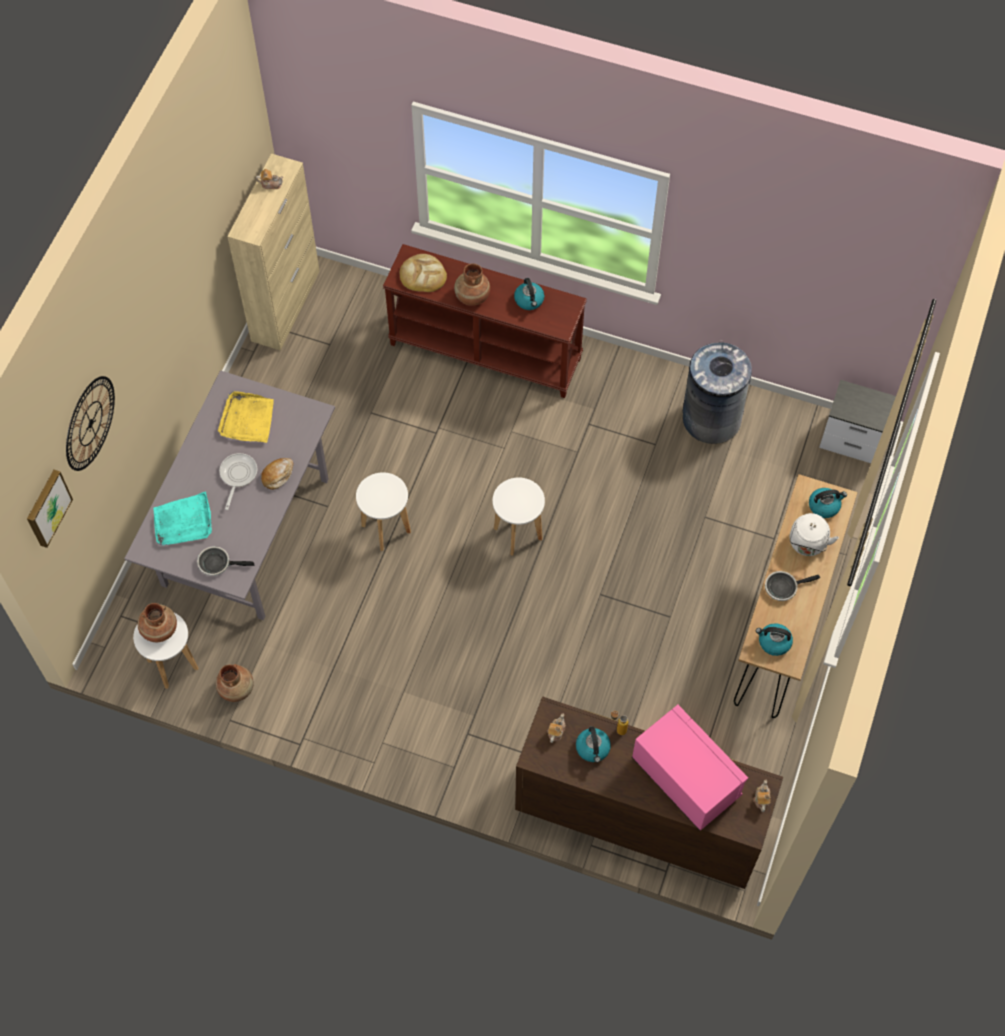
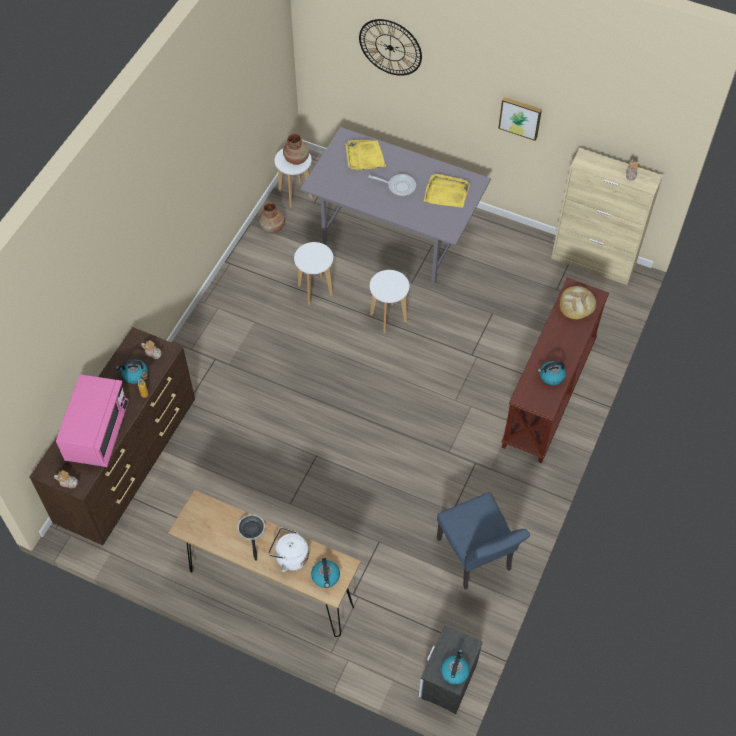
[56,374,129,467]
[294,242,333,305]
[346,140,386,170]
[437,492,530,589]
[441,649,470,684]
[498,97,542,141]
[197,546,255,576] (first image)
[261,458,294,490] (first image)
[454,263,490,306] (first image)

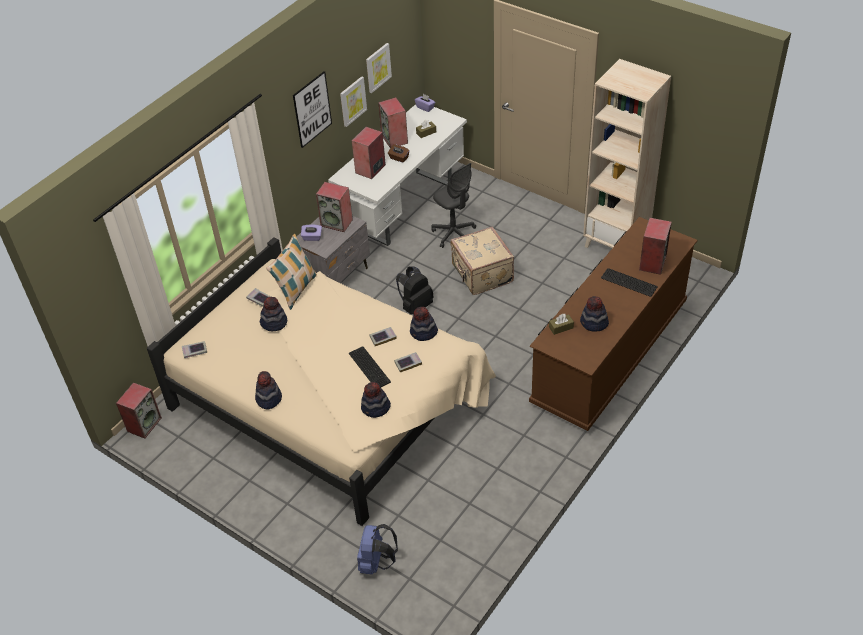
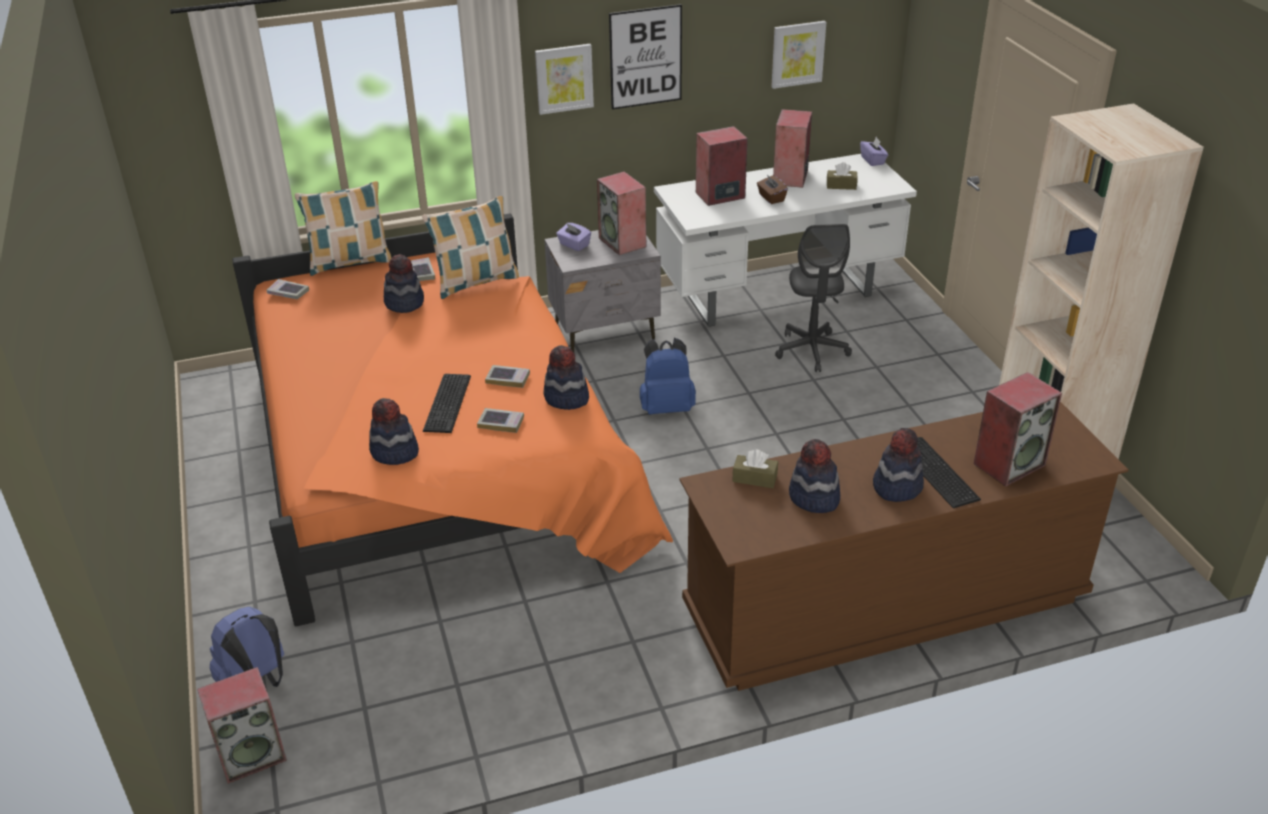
[197,667,287,784]
[232,213,673,626]
[295,181,391,276]
[535,44,594,115]
[640,337,696,414]
[873,428,924,502]
[451,227,514,295] (first image)

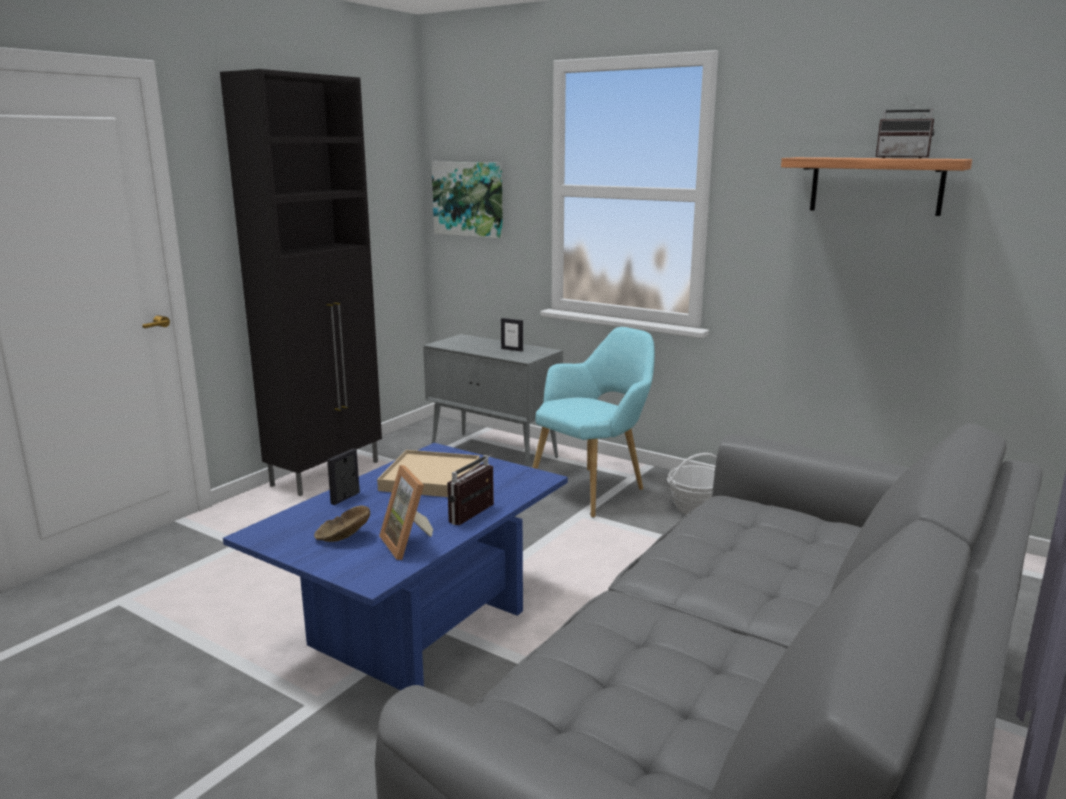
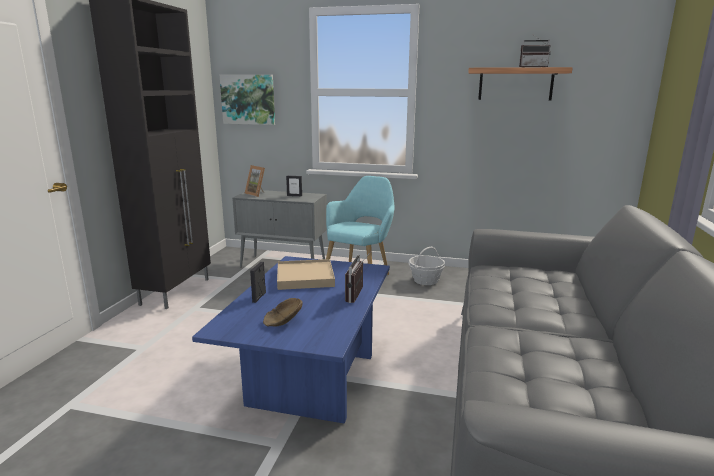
[245,165,265,197]

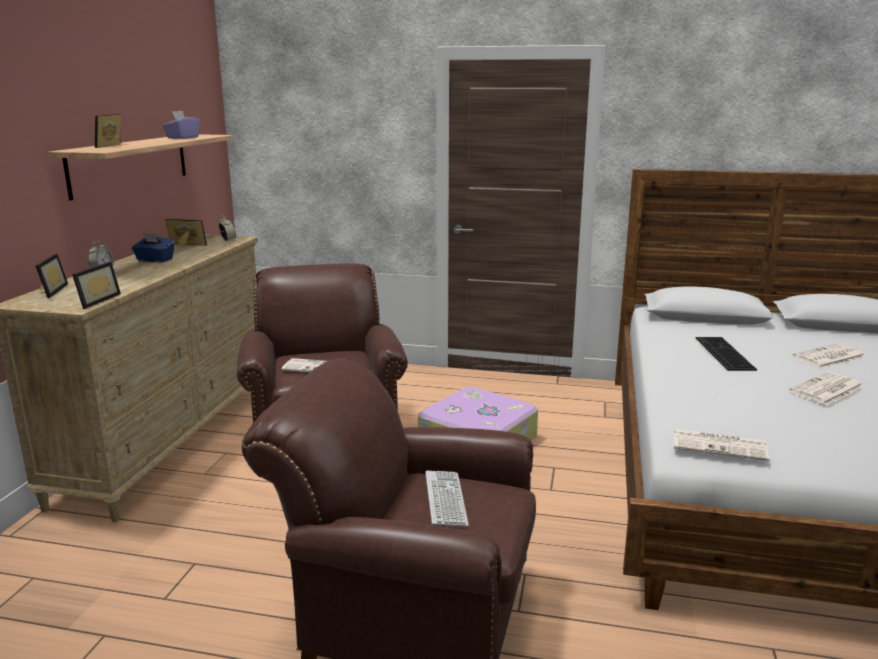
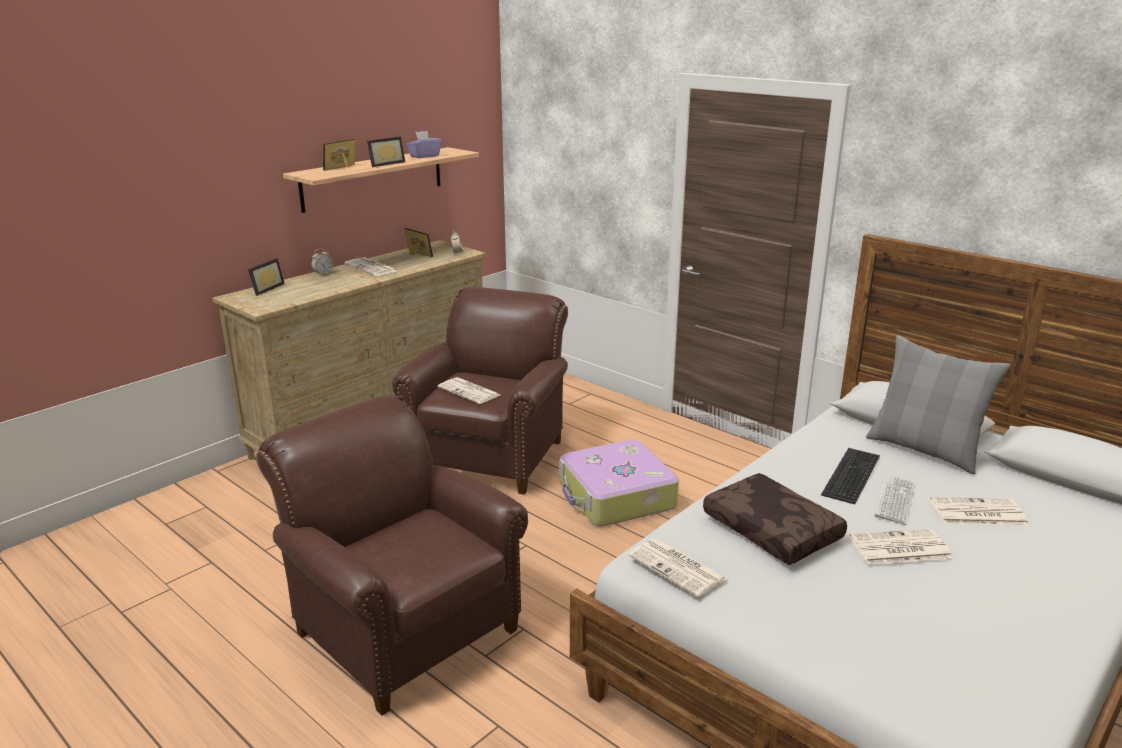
[345,257,398,276]
[367,136,405,167]
[703,473,847,565]
[866,335,1011,474]
[875,474,915,525]

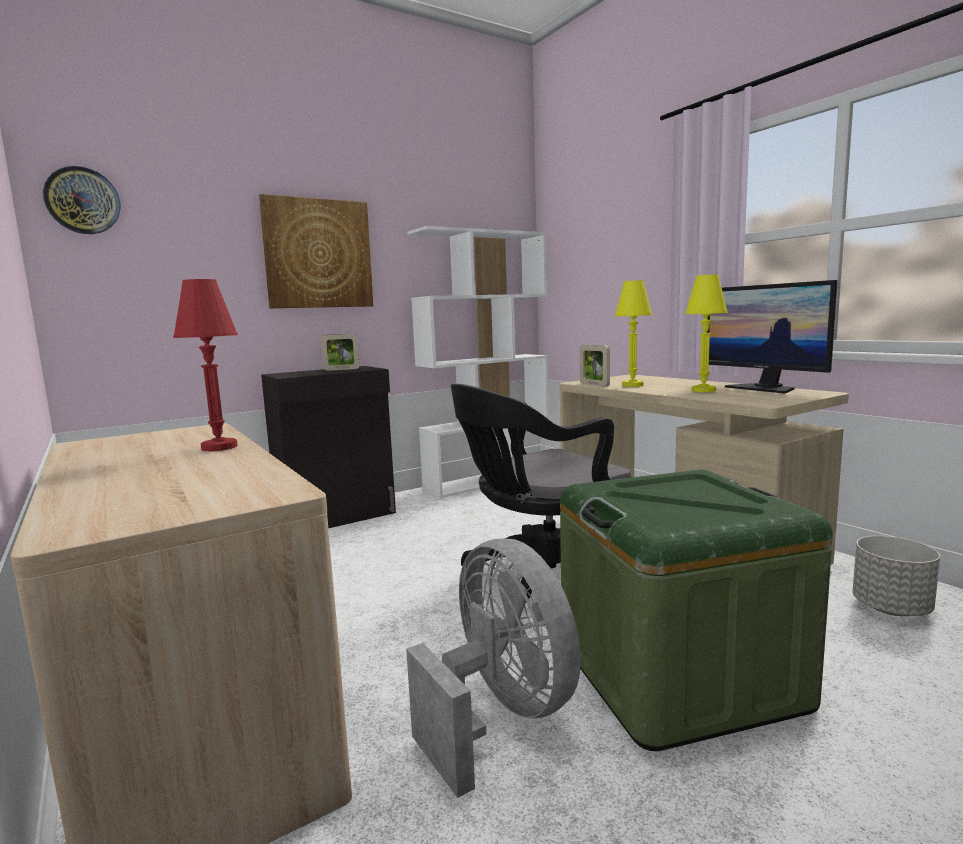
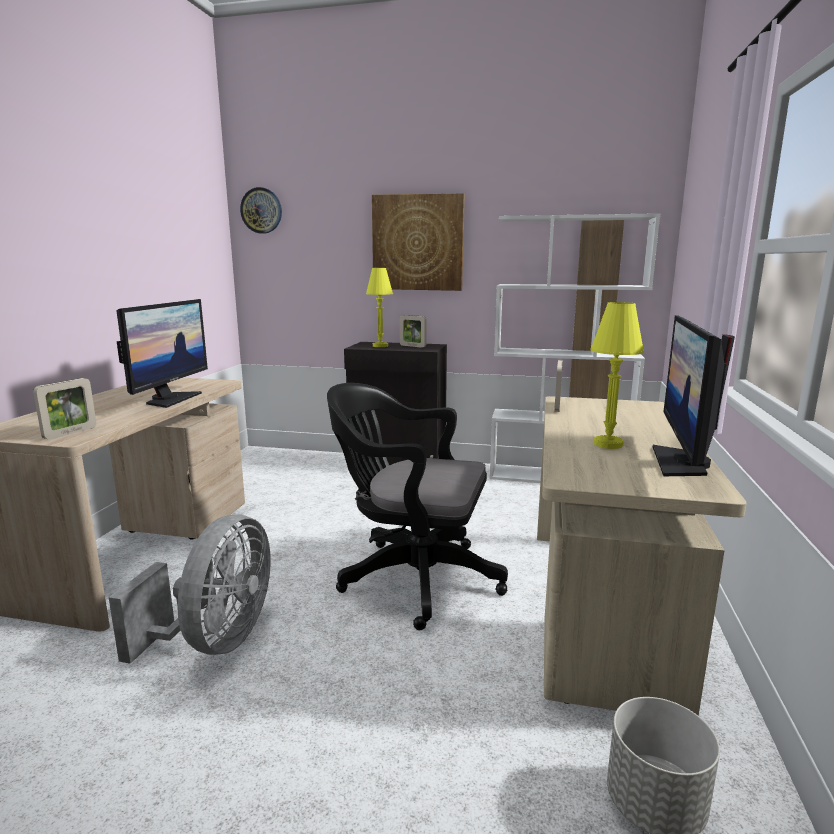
[33,378,96,439]
[116,299,208,408]
[366,268,393,347]
[560,469,833,751] (first image)

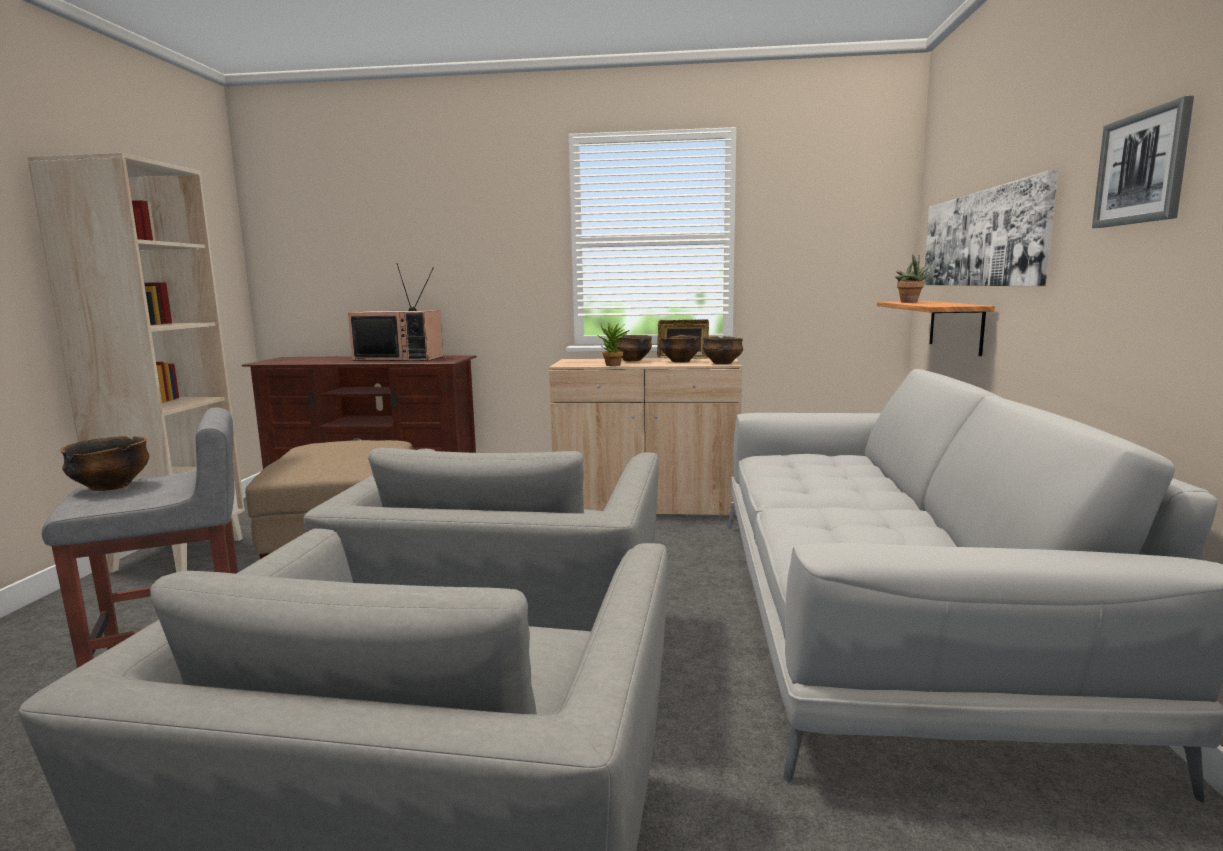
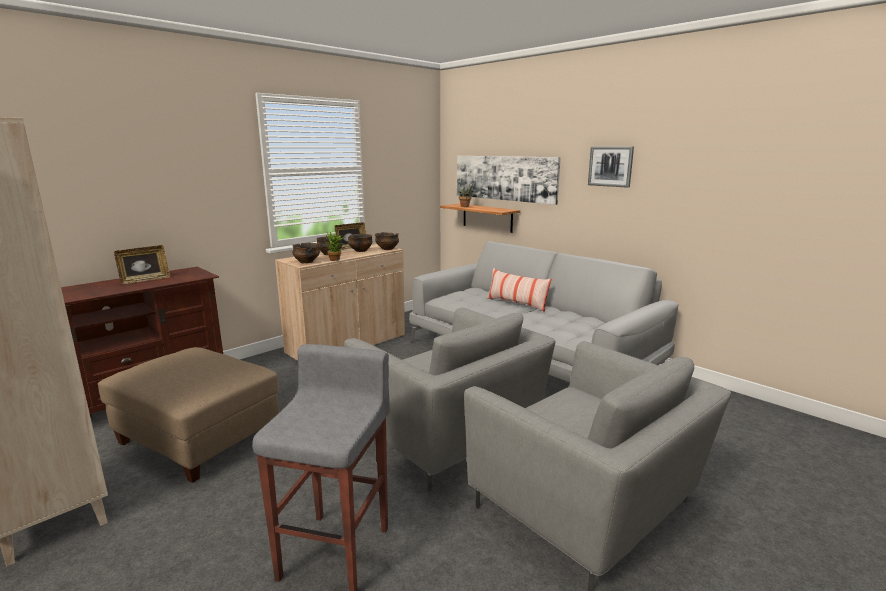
[114,245,170,284]
[292,243,320,263]
[487,268,552,312]

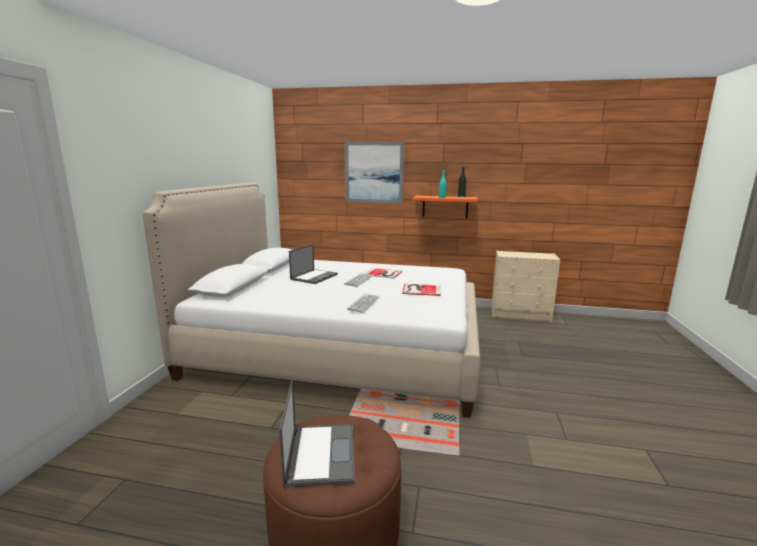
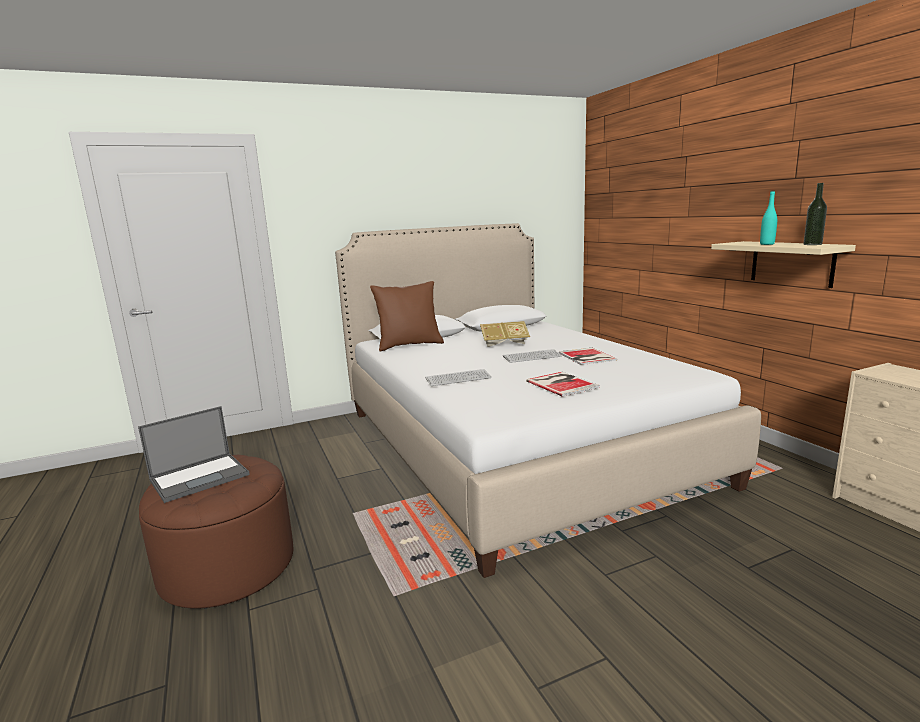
[370,281,444,351]
[480,321,530,347]
[711,241,856,288]
[345,142,404,204] (first image)

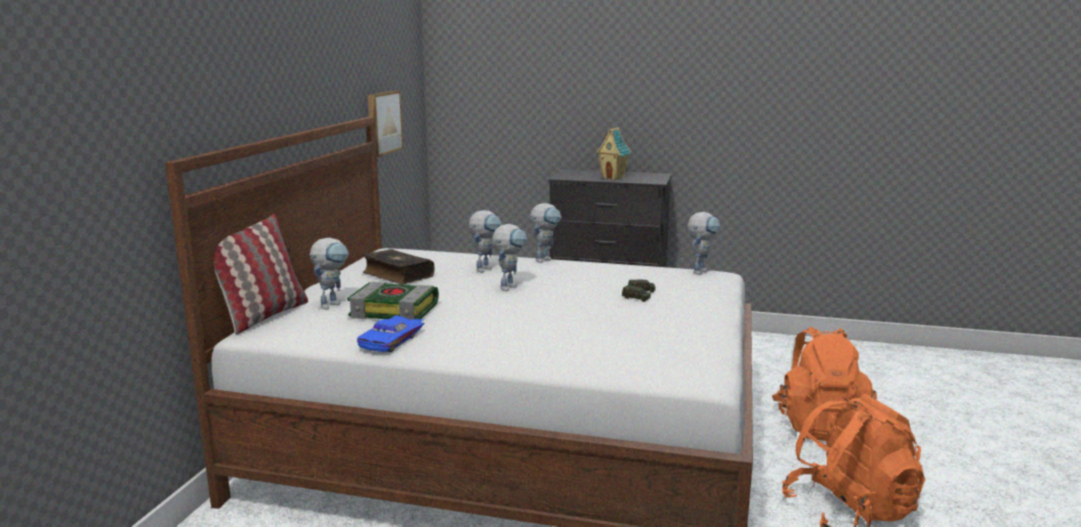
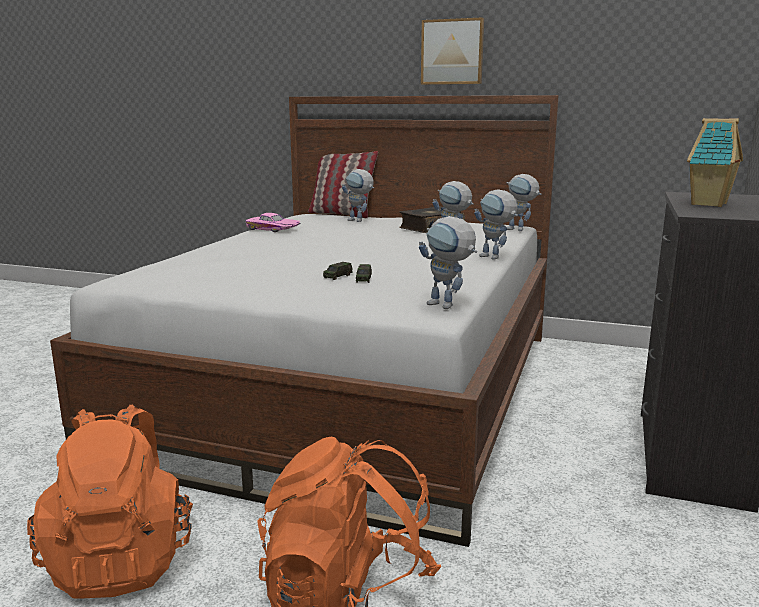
[246,213,300,232]
[421,17,484,85]
[504,174,541,231]
[347,282,439,320] (first image)

